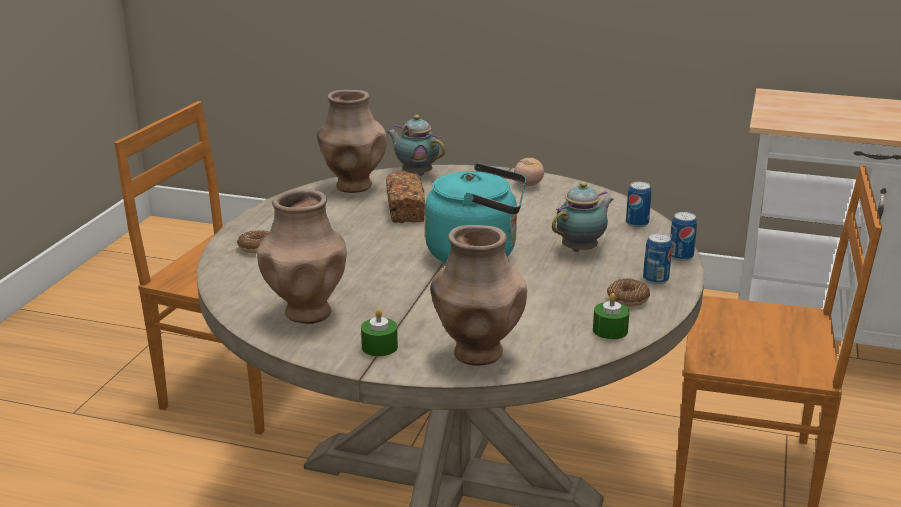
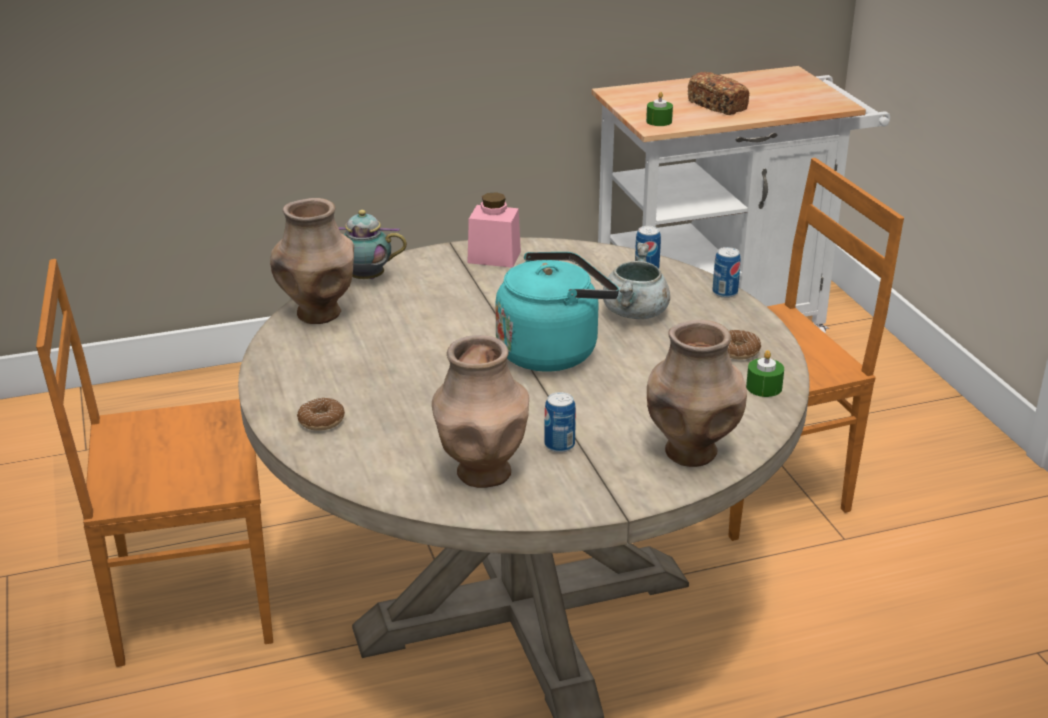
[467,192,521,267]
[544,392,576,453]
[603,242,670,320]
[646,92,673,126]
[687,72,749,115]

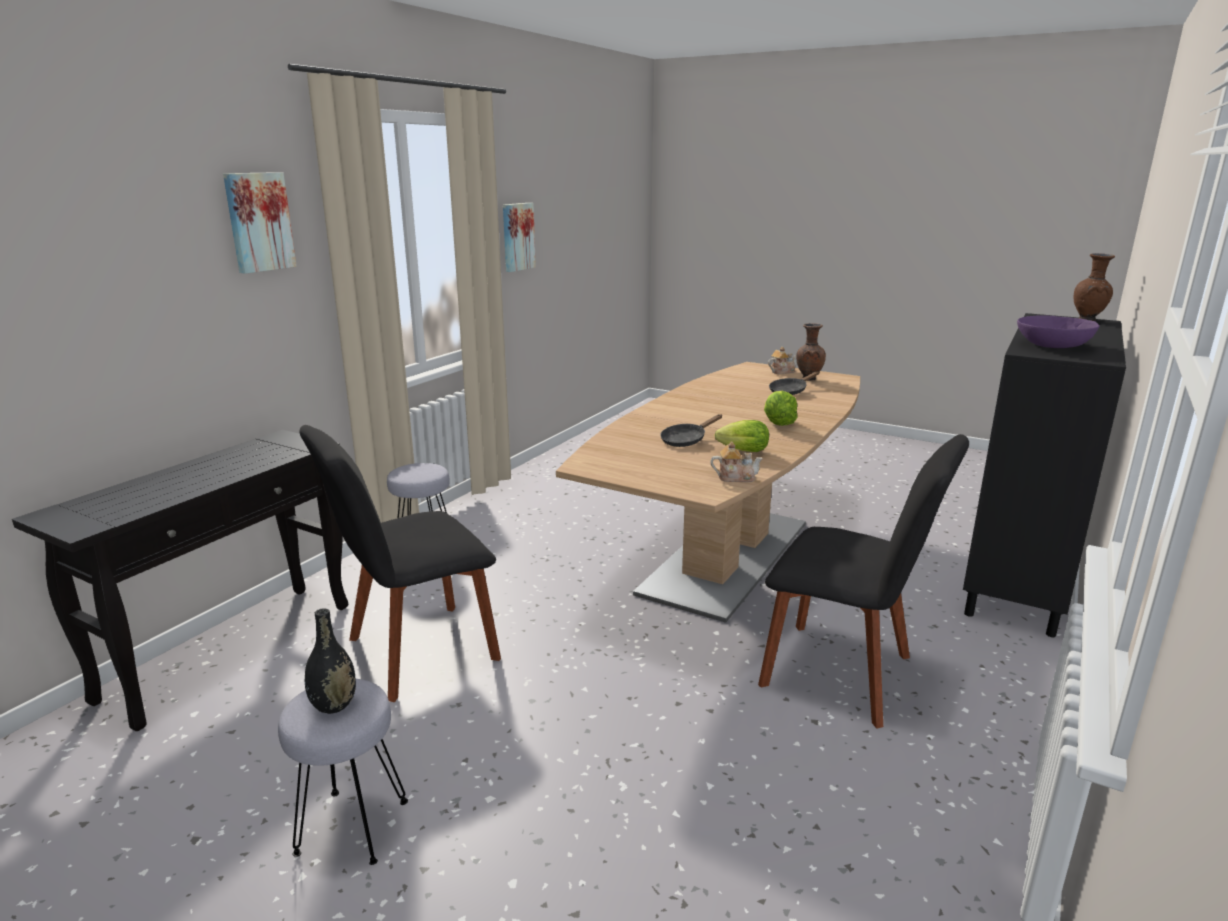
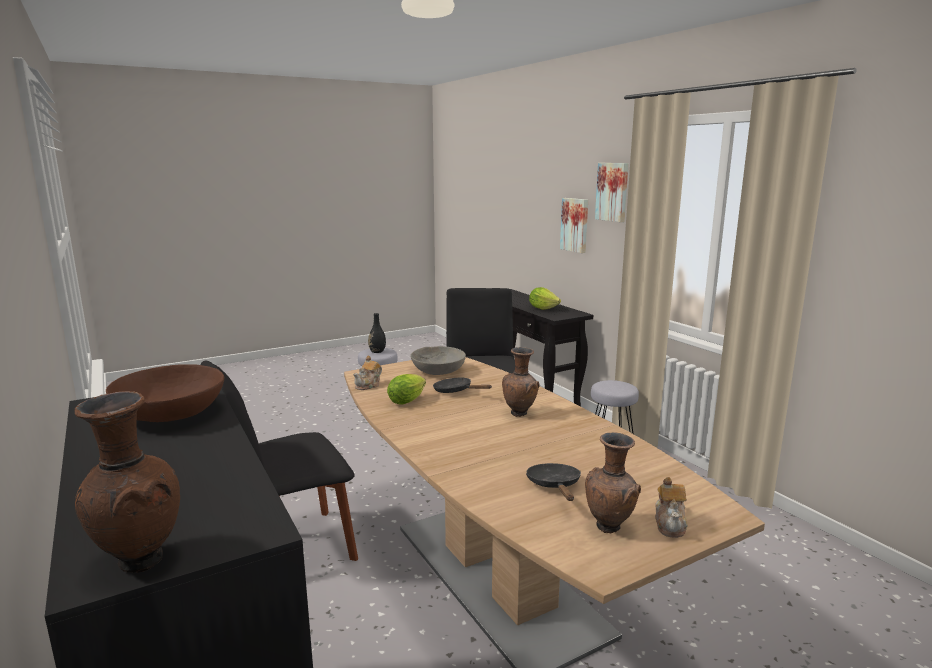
[106,364,224,422]
[410,346,466,375]
[433,377,492,393]
[502,347,539,417]
[529,287,561,310]
[560,198,588,253]

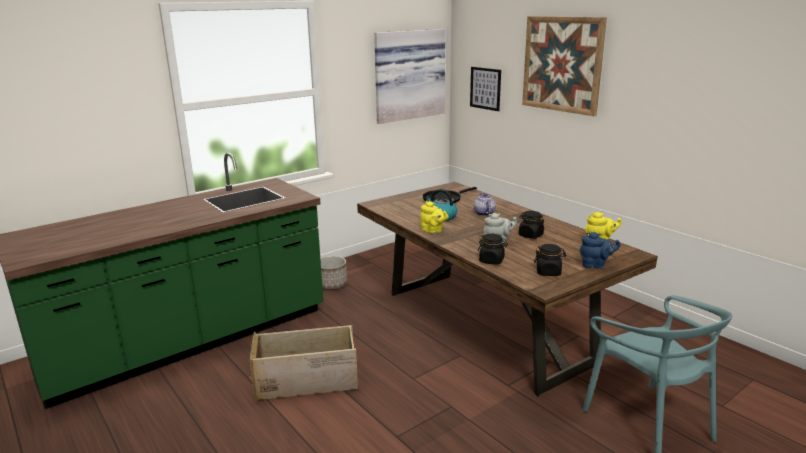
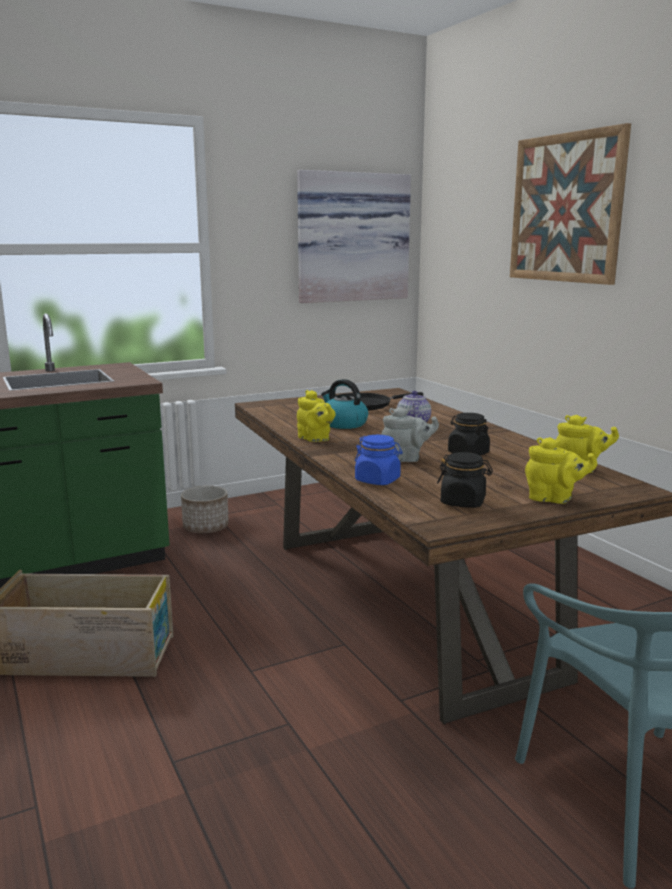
[355,435,403,485]
[525,437,597,504]
[470,67,501,111] (first image)

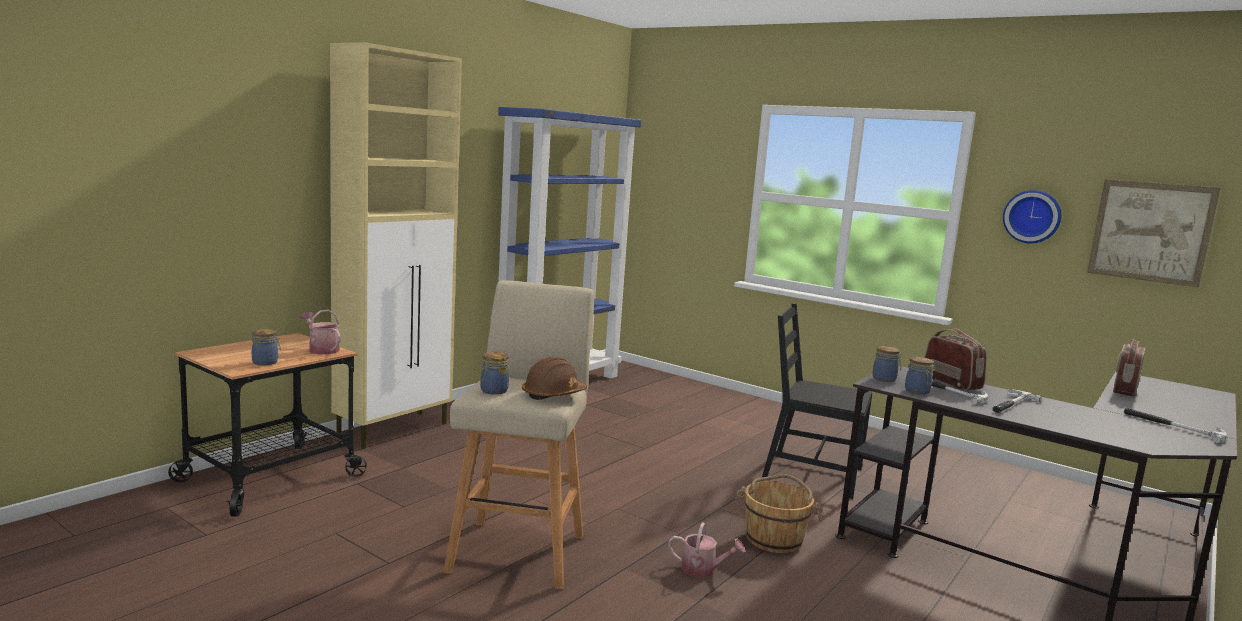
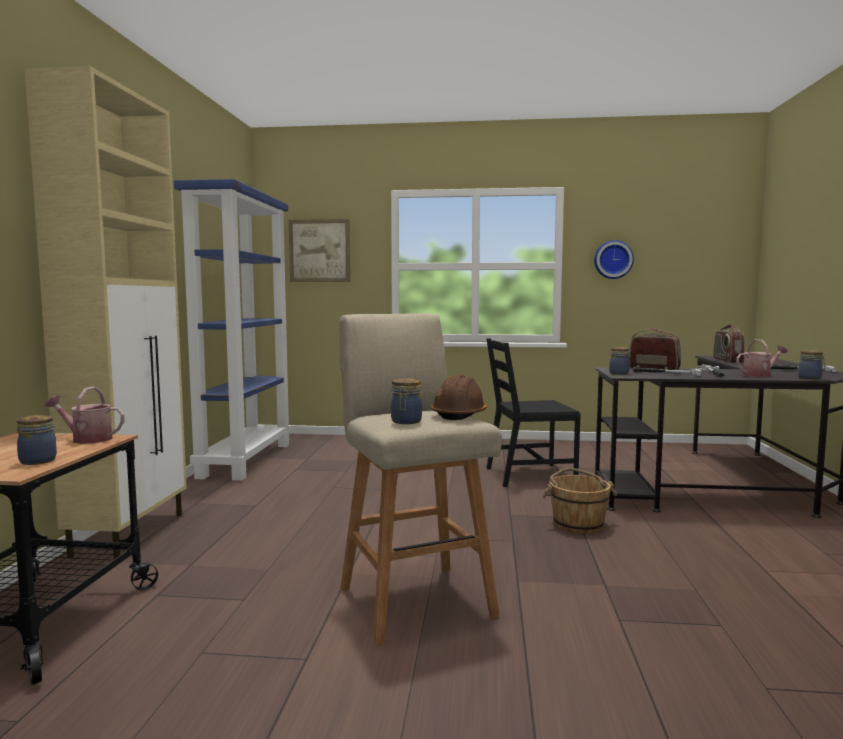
[289,219,350,282]
[736,339,788,377]
[798,350,826,380]

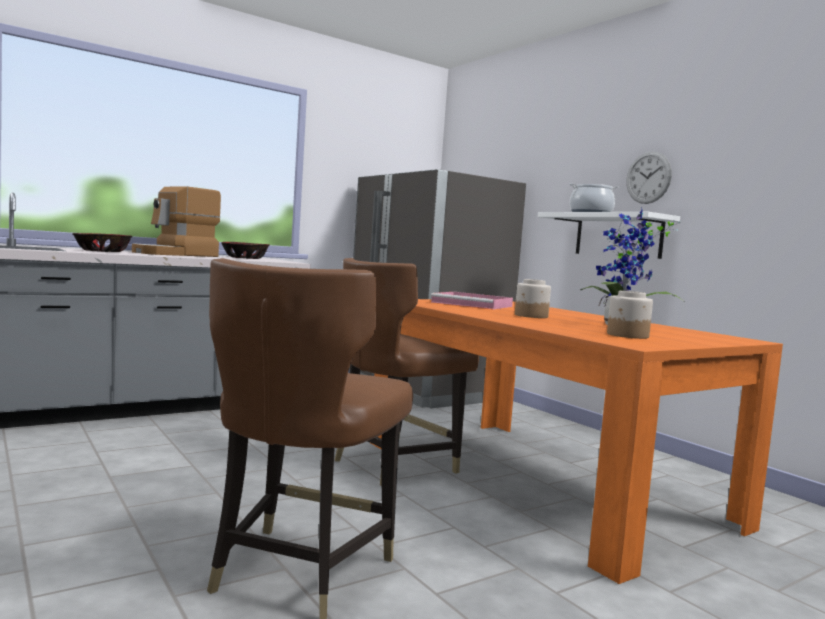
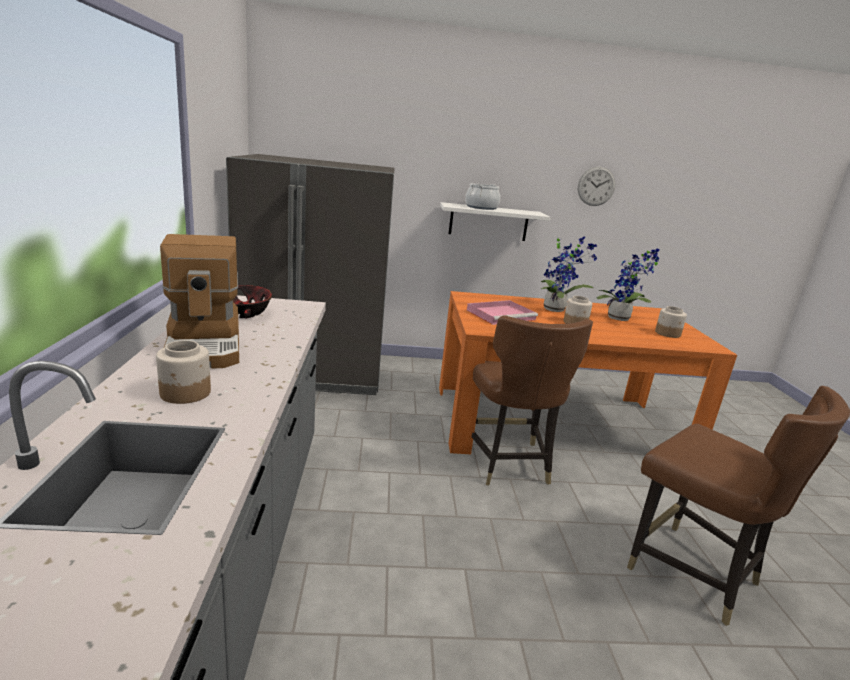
[156,340,211,404]
[541,236,597,312]
[578,167,616,206]

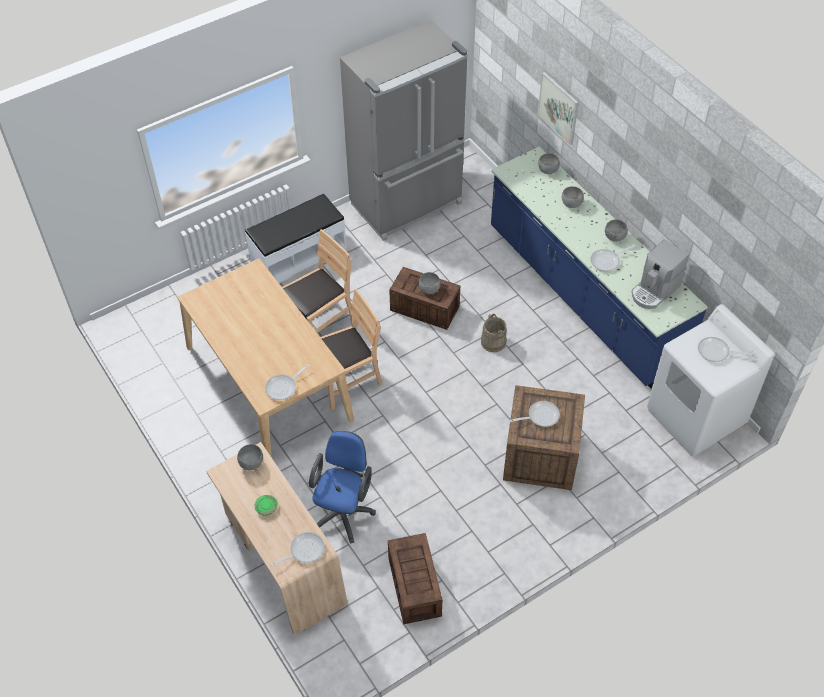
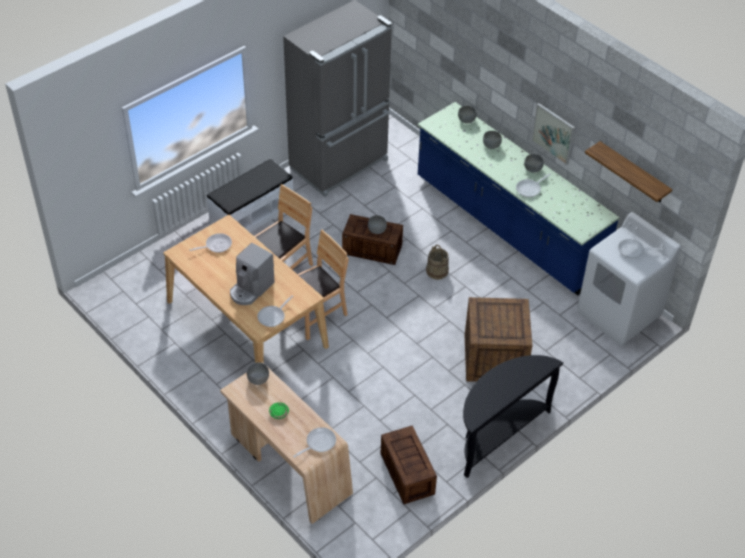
[190,233,232,253]
[230,243,275,305]
[463,355,563,478]
[531,103,575,165]
[585,141,672,202]
[309,431,376,544] (first image)

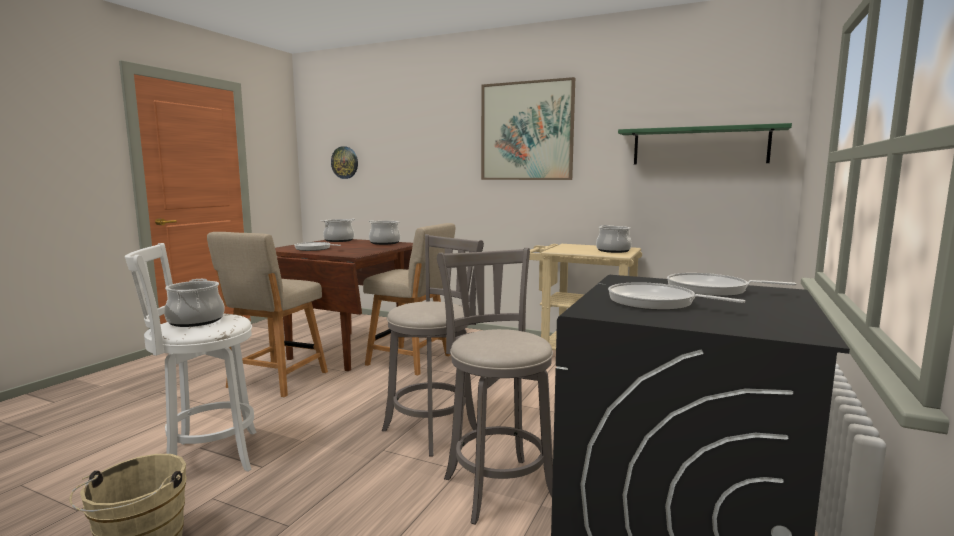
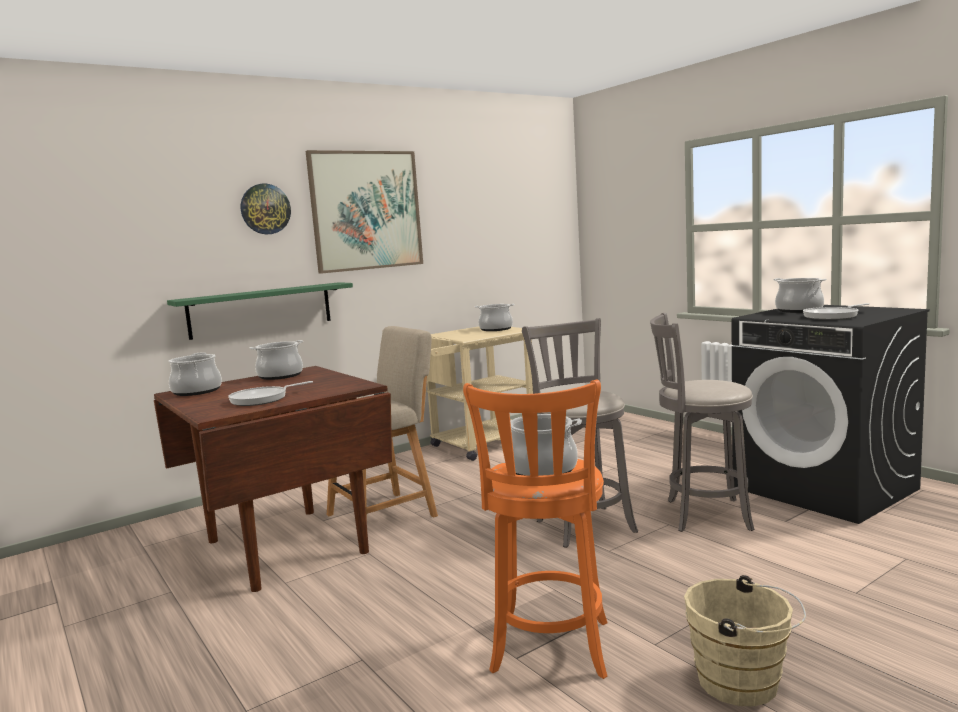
[167,282,353,340]
[241,184,291,235]
[463,379,608,679]
[774,278,827,313]
[207,232,328,397] (first image)

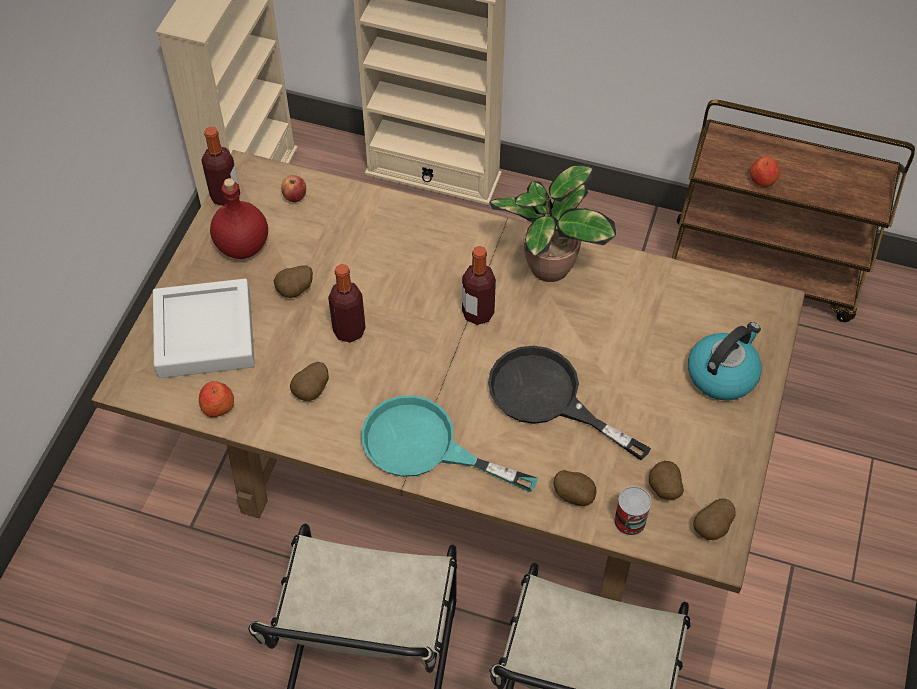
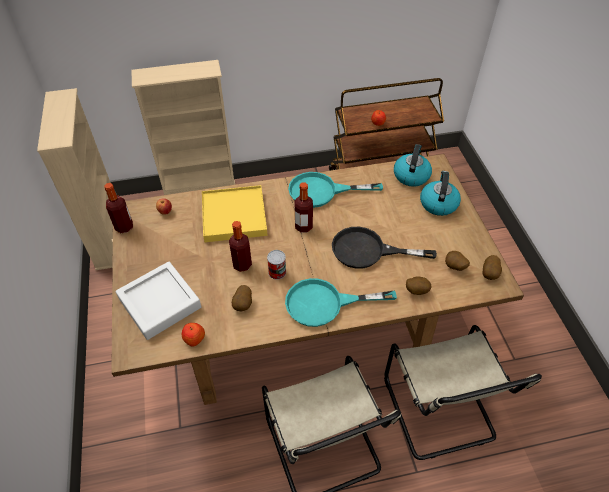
[202,185,267,242]
[267,250,286,280]
[288,172,383,208]
[394,144,432,187]
[210,178,268,259] (first image)
[274,266,313,298] (first image)

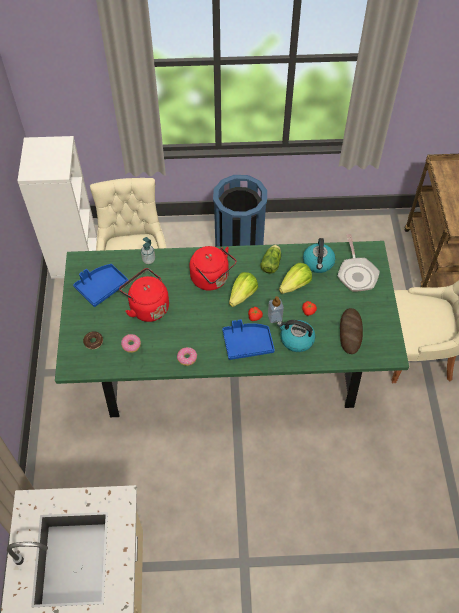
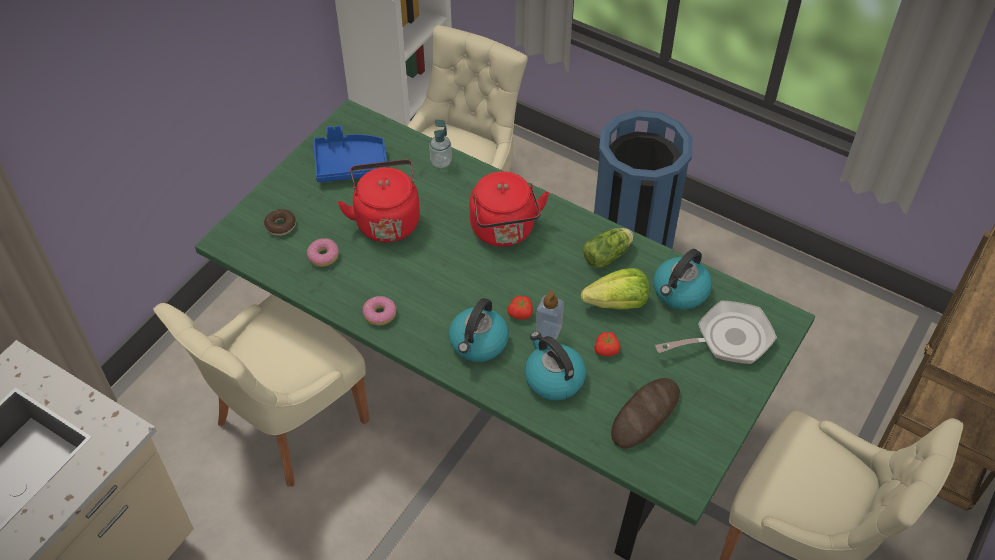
[153,294,370,487]
[449,298,509,362]
[655,300,777,364]
[229,272,258,307] (first image)

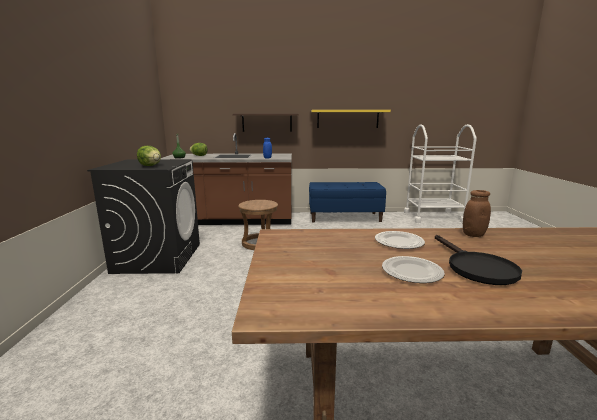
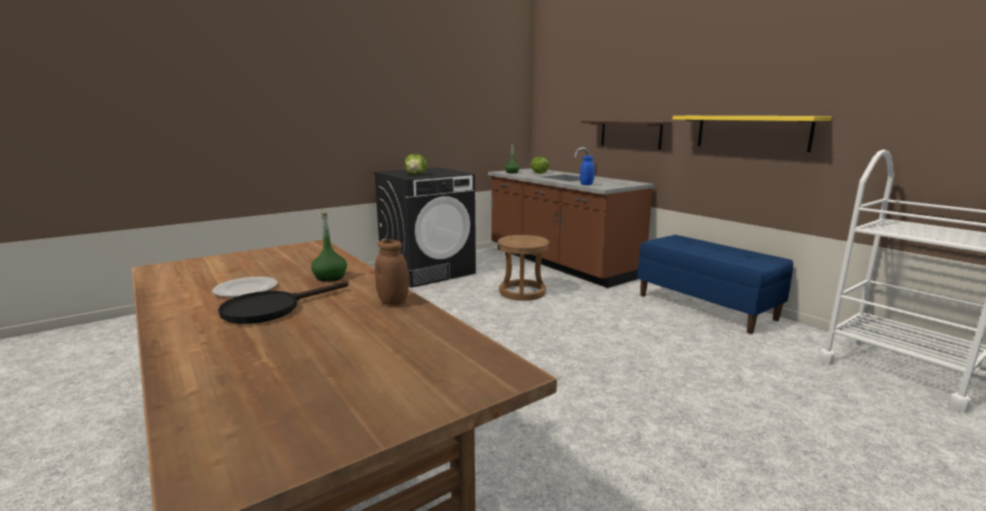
[311,213,347,282]

